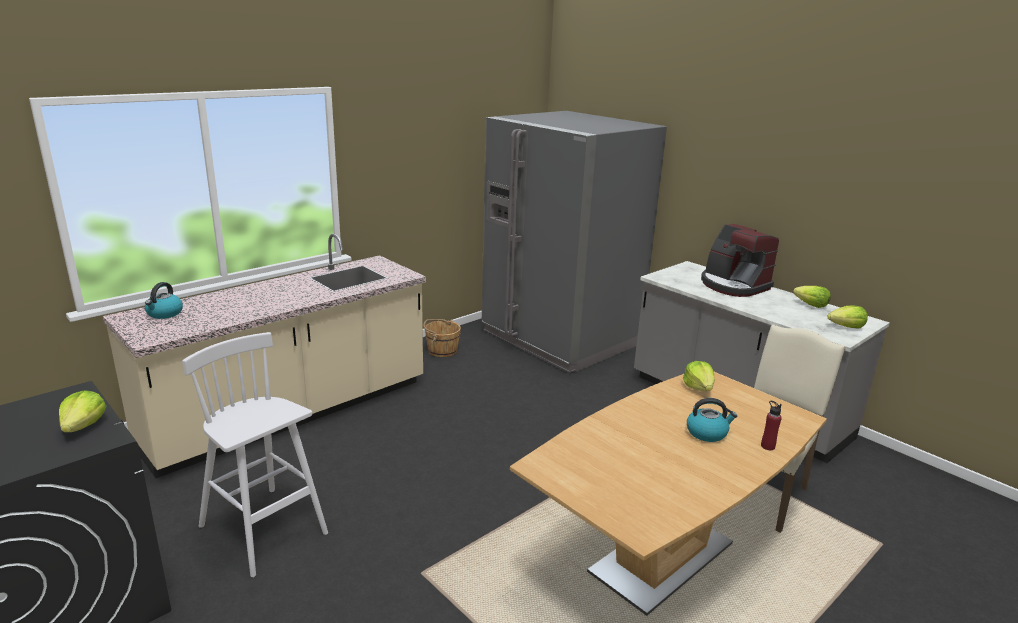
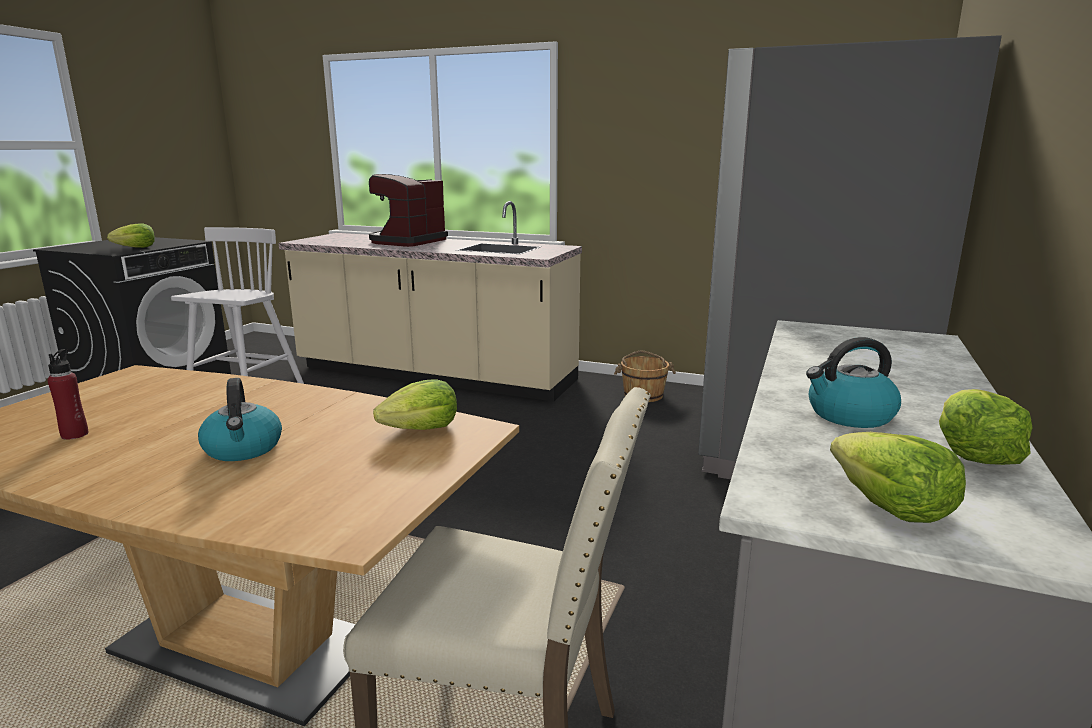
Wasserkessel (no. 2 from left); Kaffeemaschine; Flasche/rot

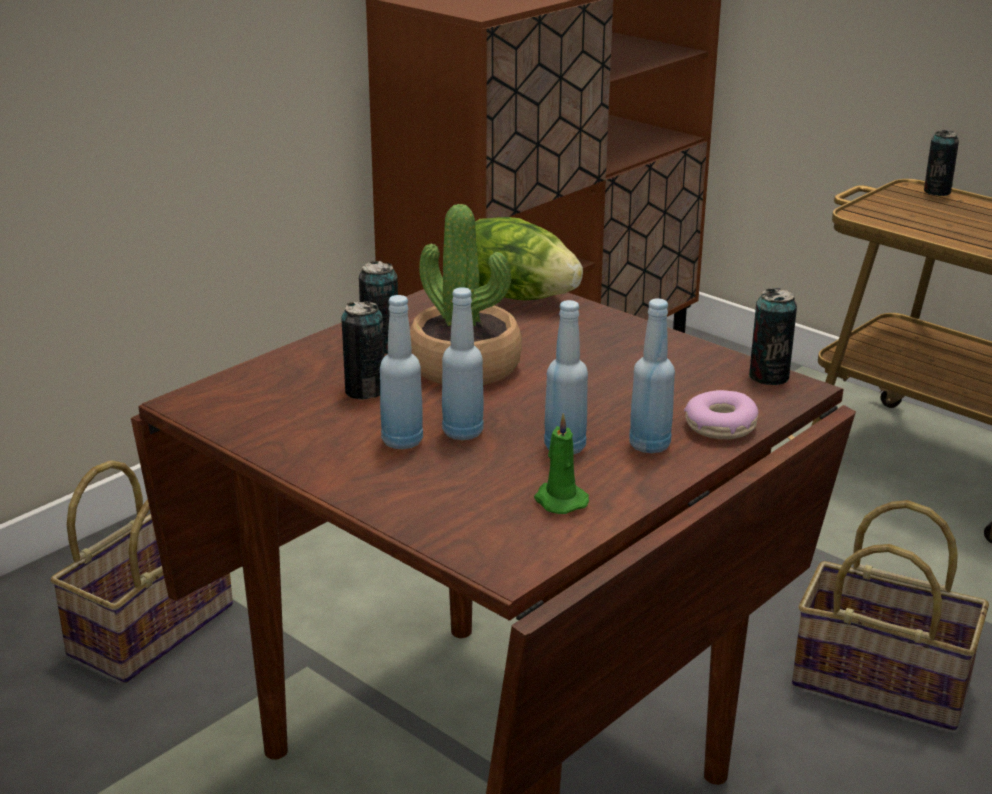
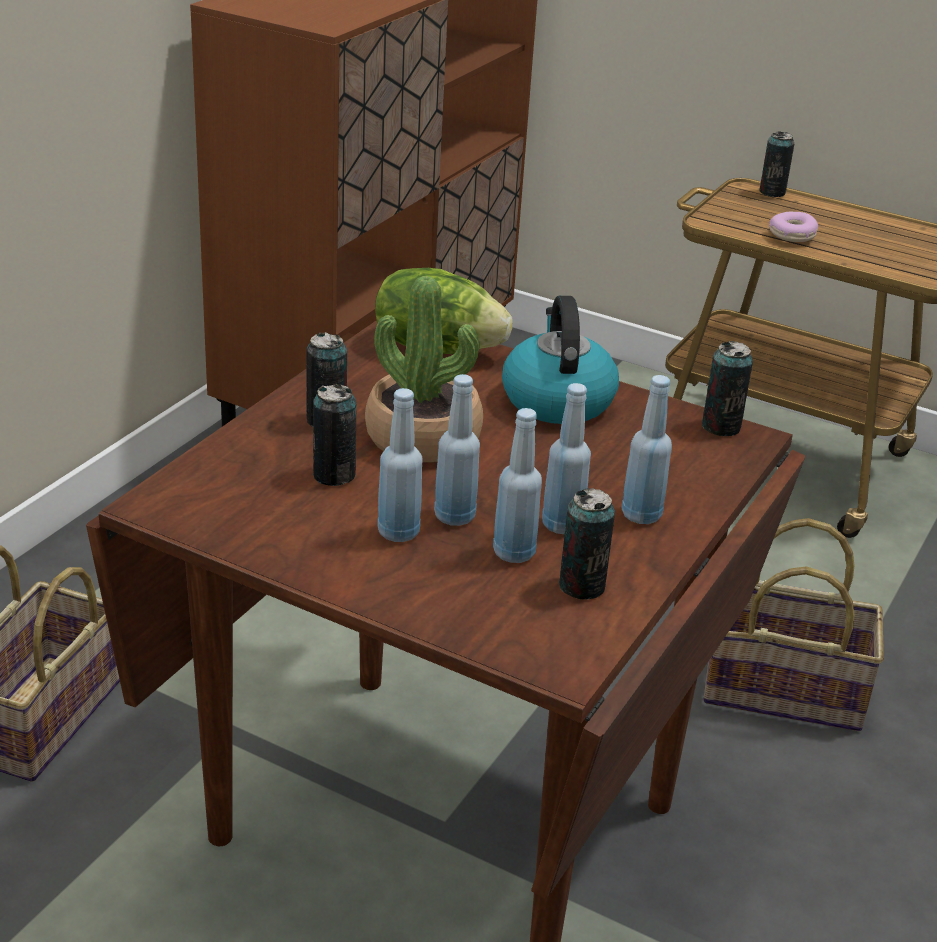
Flasche/blau (no. 3 from left); Wasserkessel; Donut; Dose (no. 3 from left)

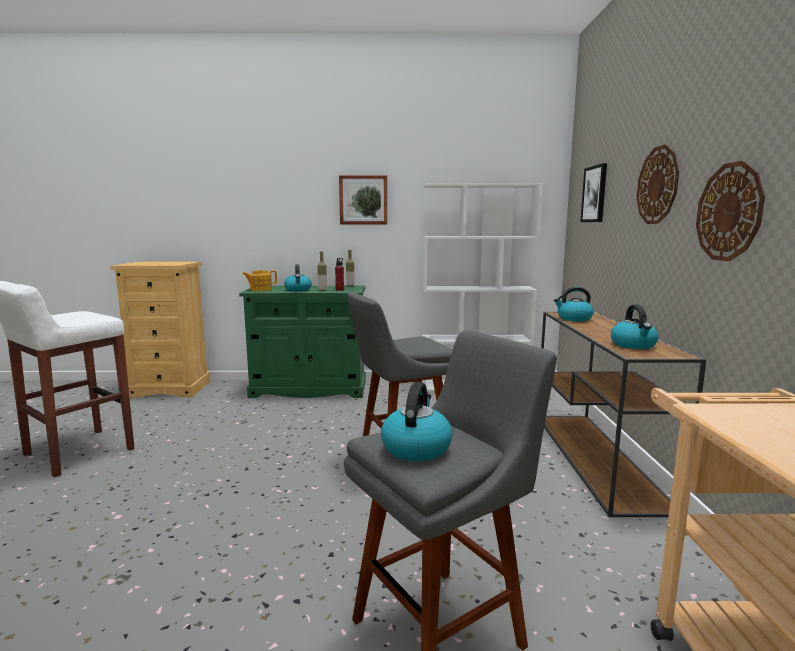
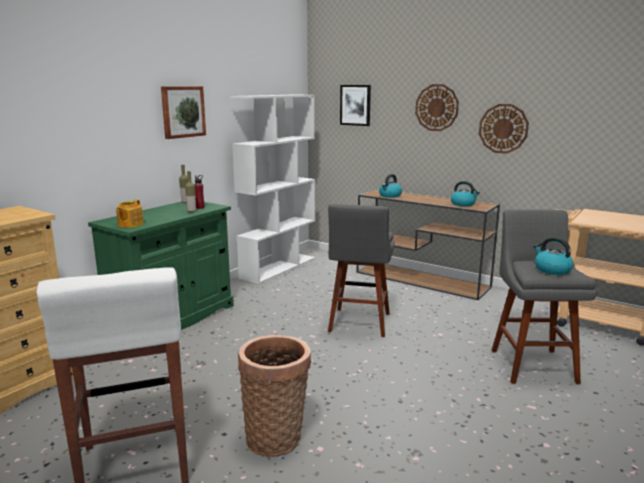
Wasserkessel (no. 1 from left in the first image); Korb

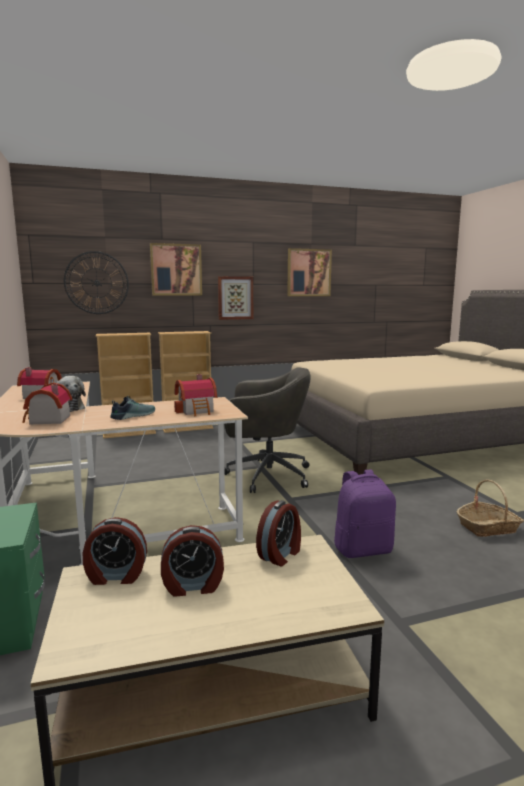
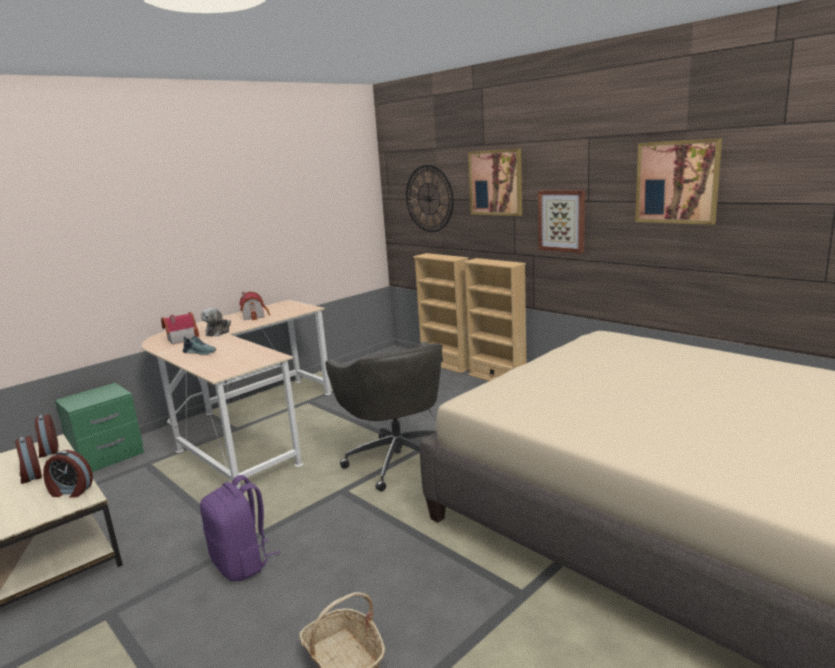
Spielzeughaus (no. 3 from left in the first image)

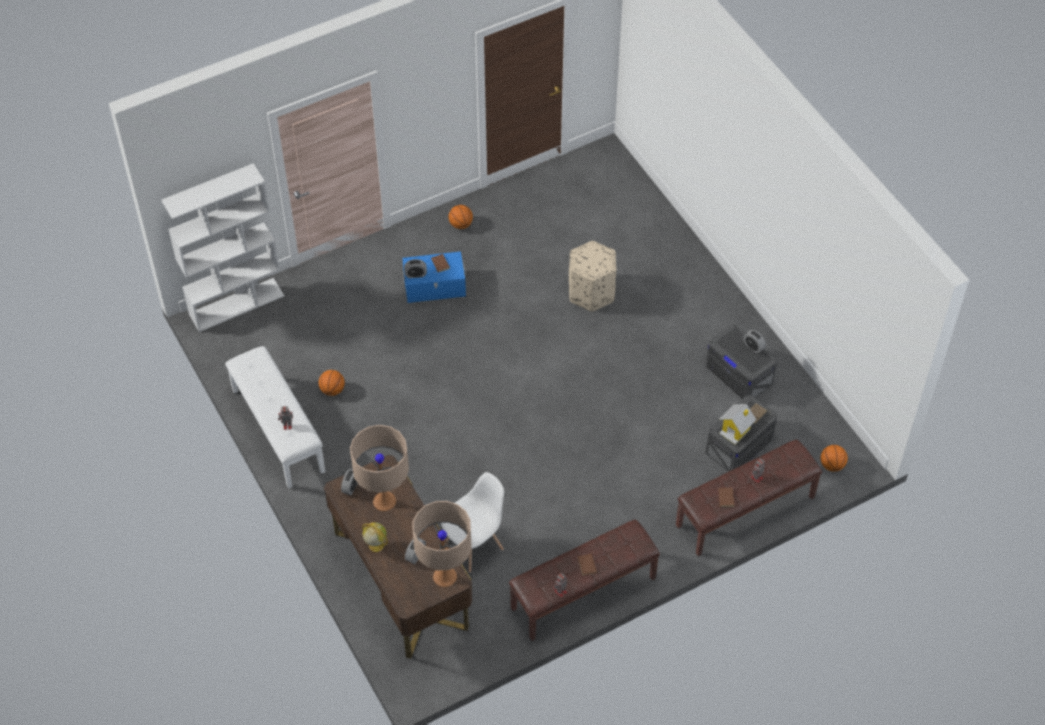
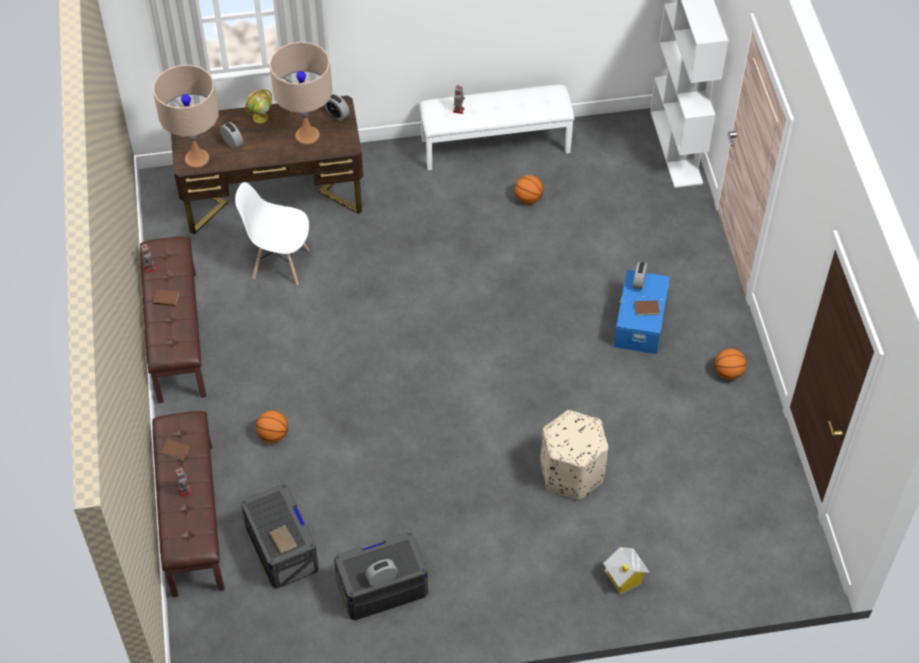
Spielzeughaus; Basketball (no. 1 from left); Stuhl/weiß

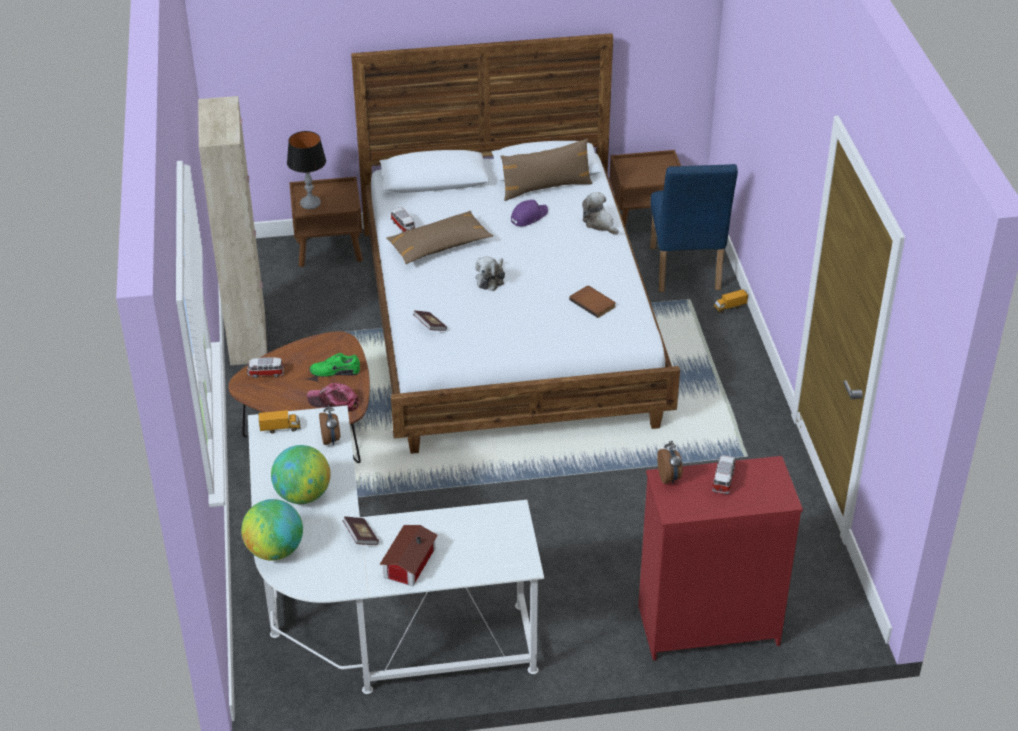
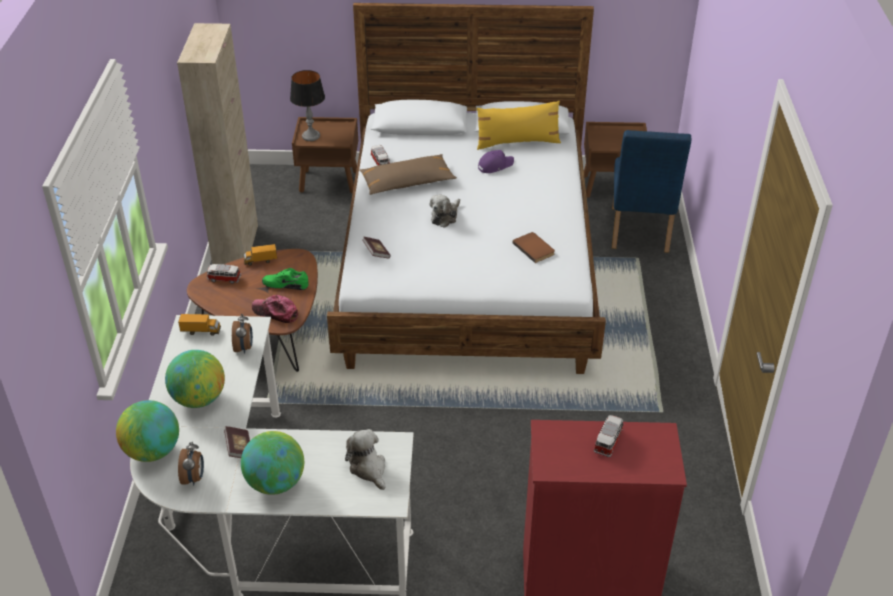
Plüschtier (no. 1 from left); Wecker (no. 1 from left); Spielzeuglaster (no. 2 from left); Globus (no. 3 from left); Kissen/gelb

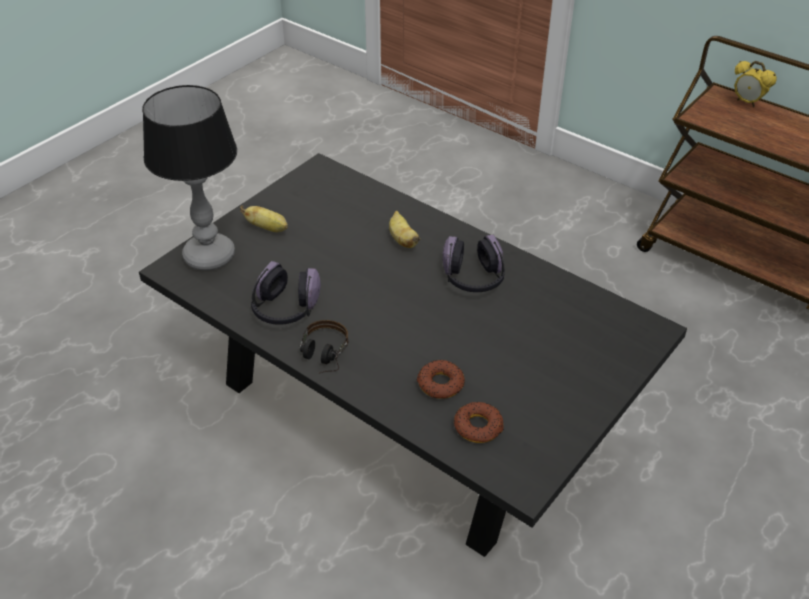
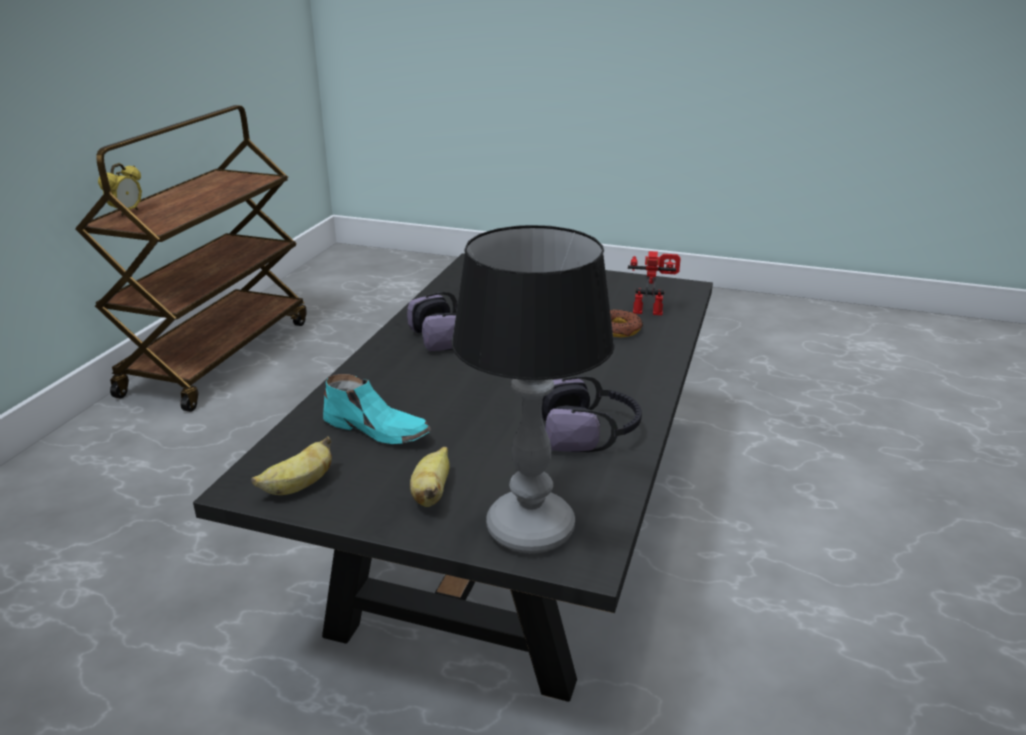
Kopfhörer (no. 2 from left in the first image); Schuh/türkis; Banane (no. 1 from left); Spielzeugroboter

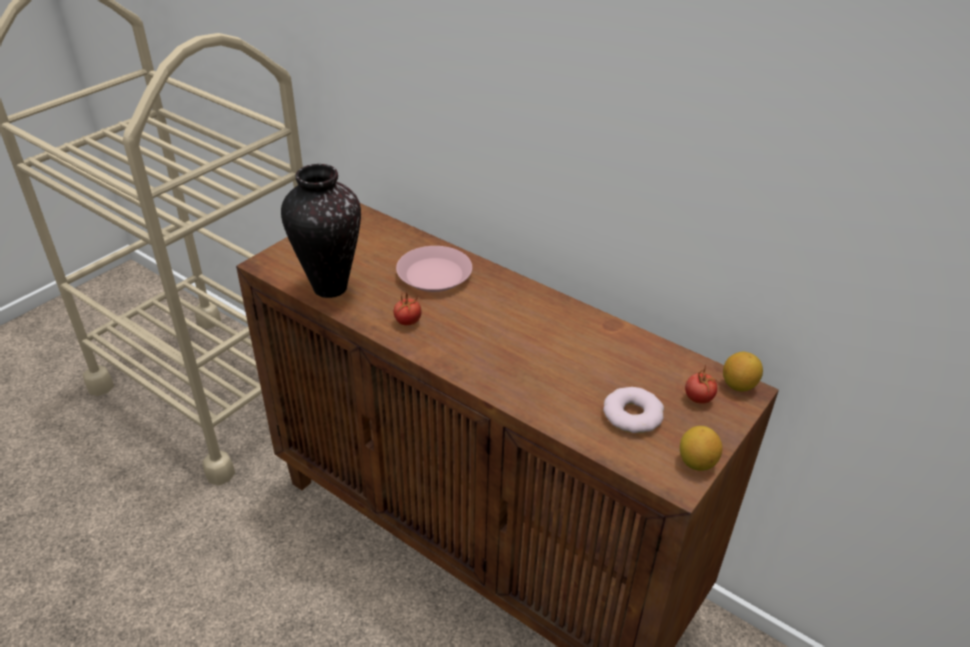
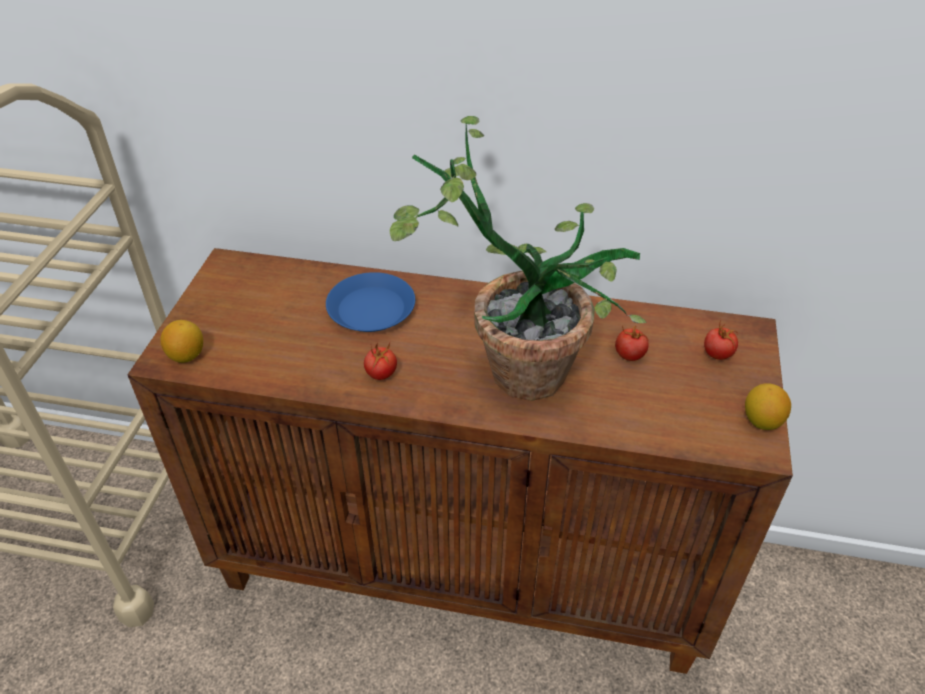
Vase; Donut; Topfpflanze; Tomate (no. 2 from left); Zitrone (no. 1 from left); Teller/blau

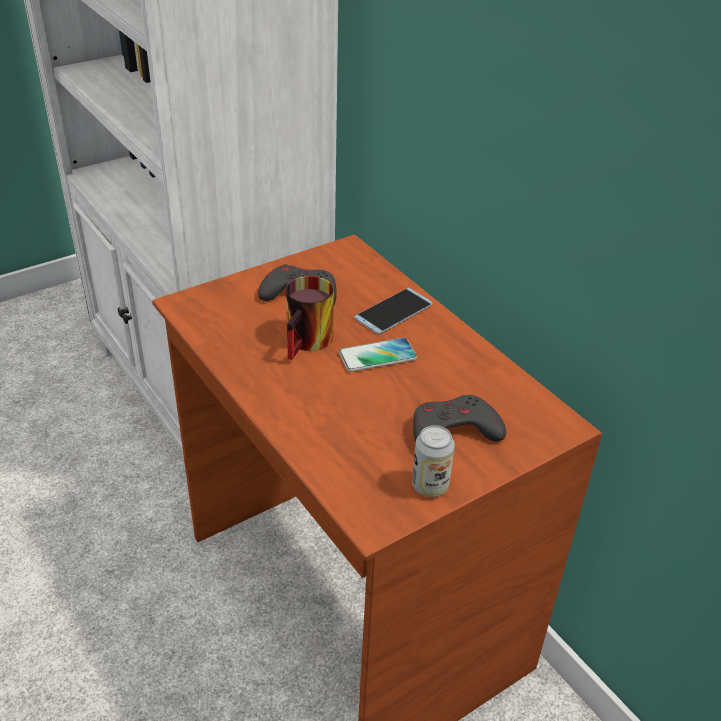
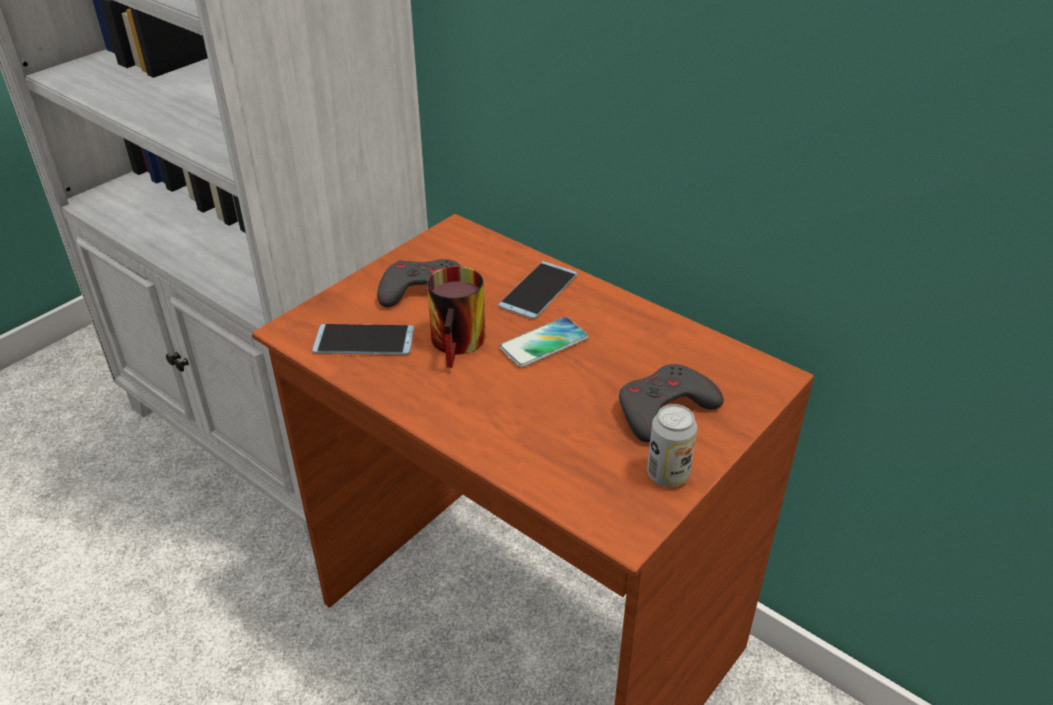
Handy (no. 1 from left)

